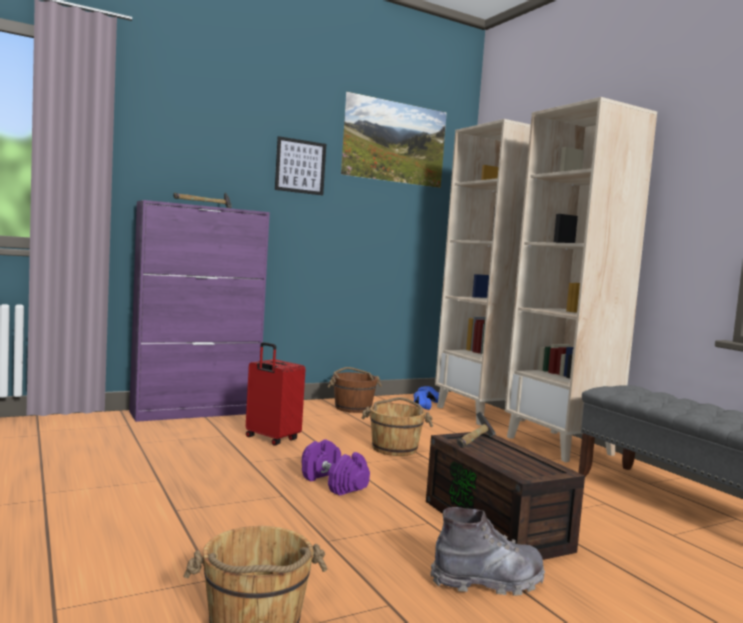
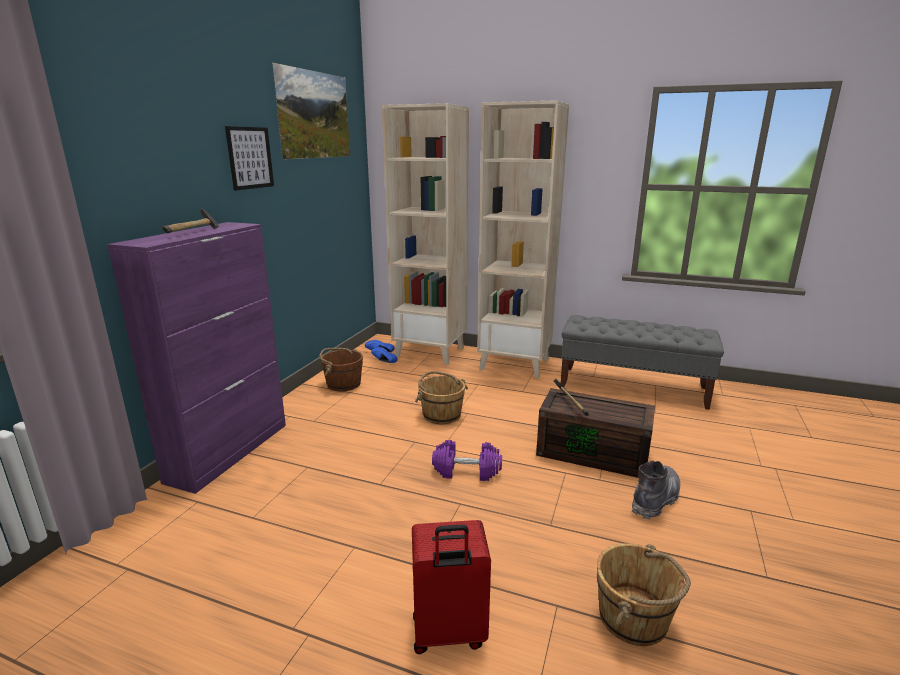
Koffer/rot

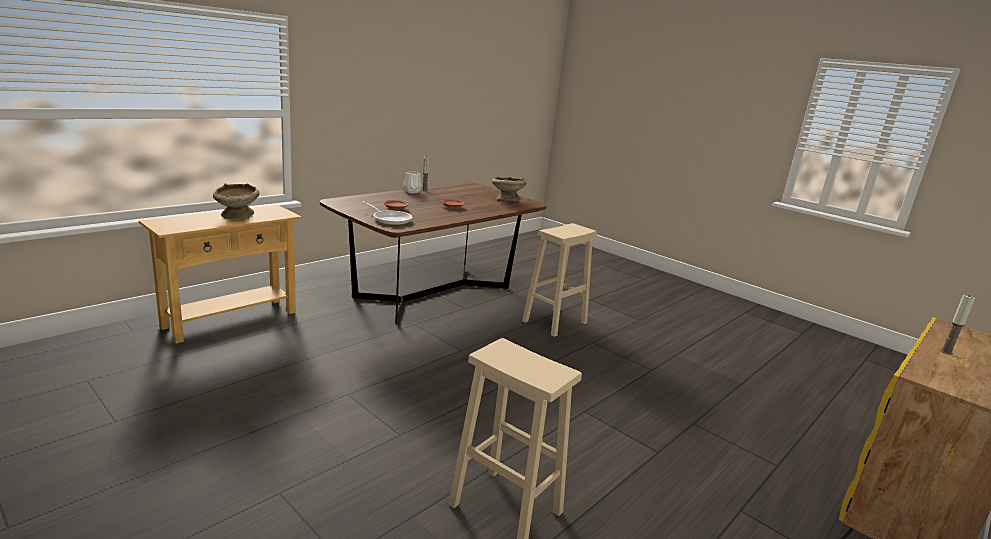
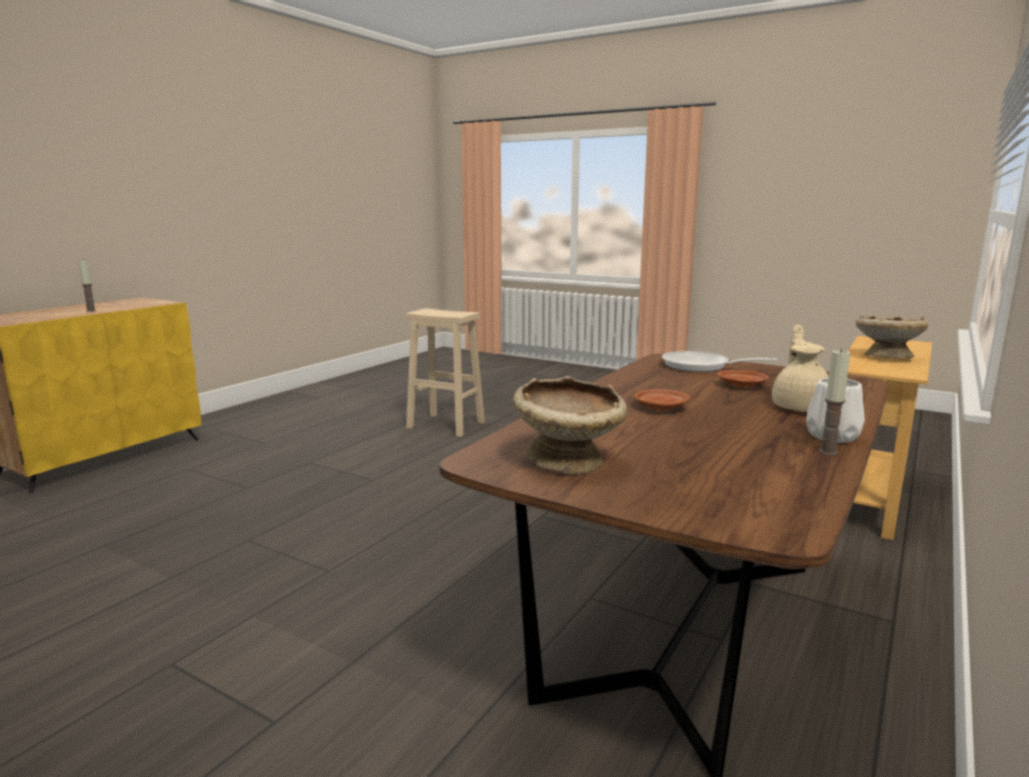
Hocker/beige (no. 2 from left in the first image); Teekanne/beige

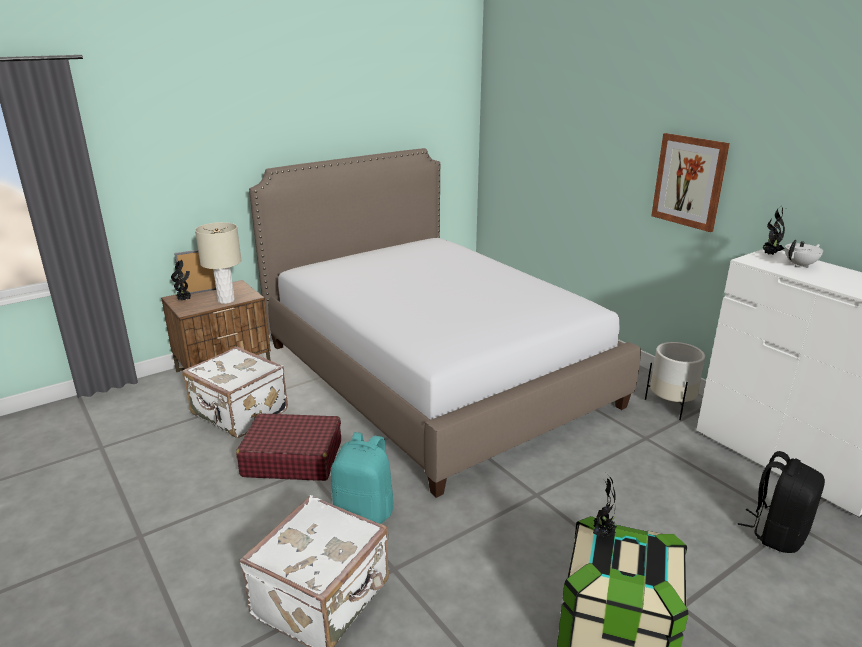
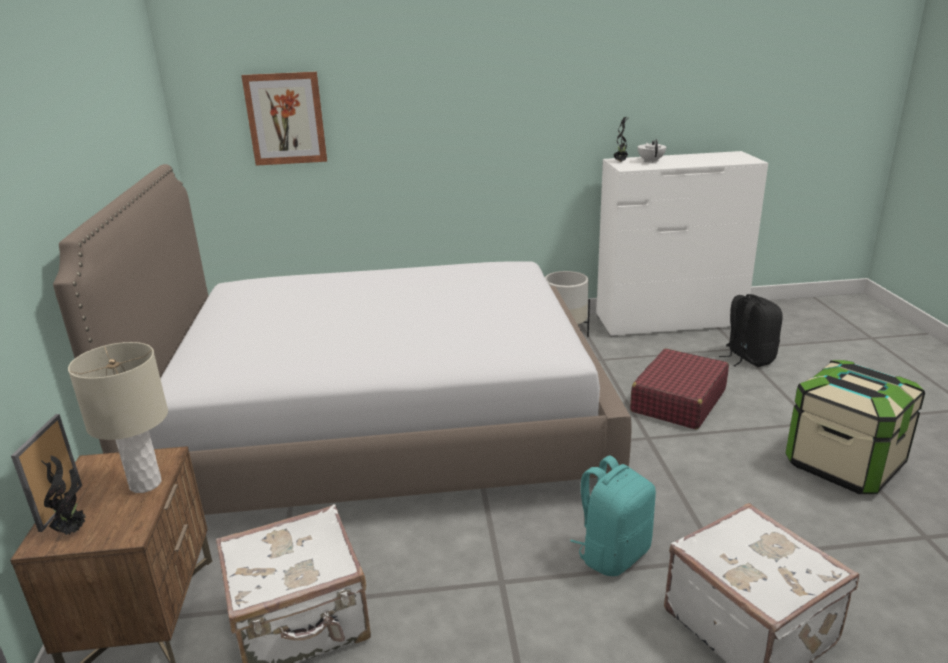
Topfpflanze (no. 2 from left in the first image); Koffer/rot; Bild

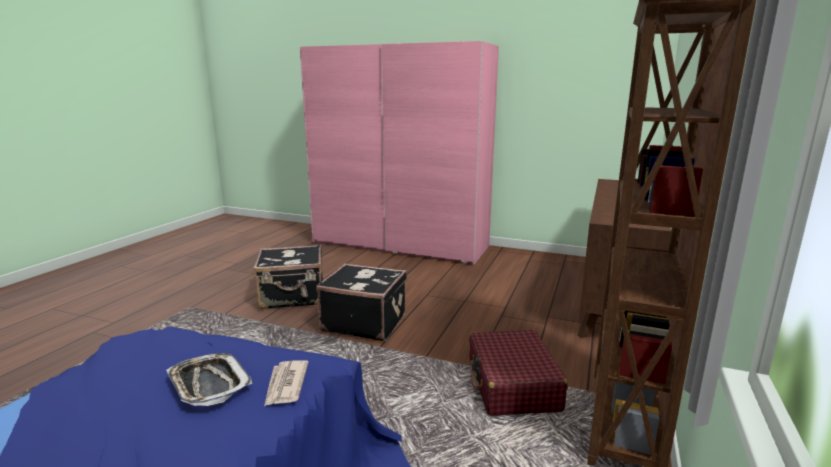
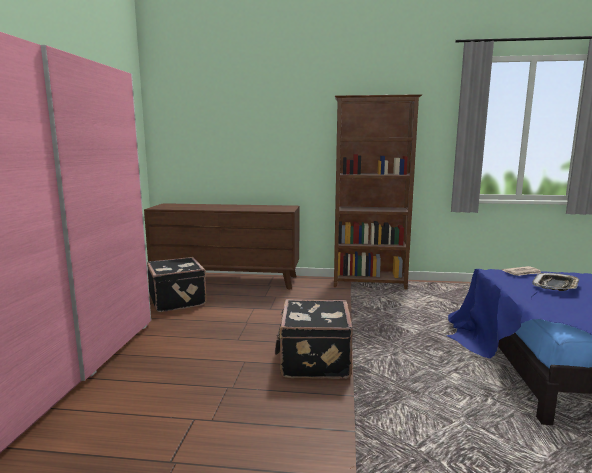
Koffer/rot; Koffer/schwarz (no. 1 from left)

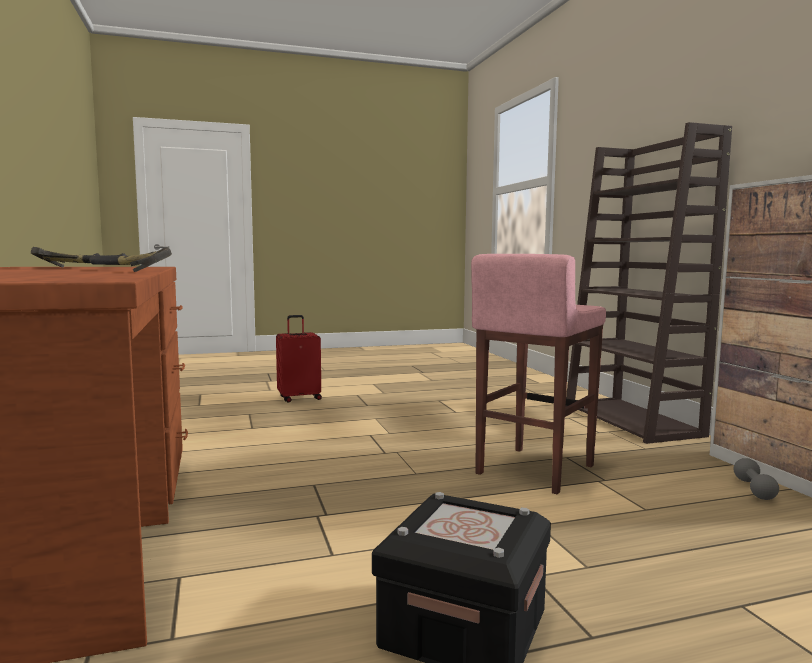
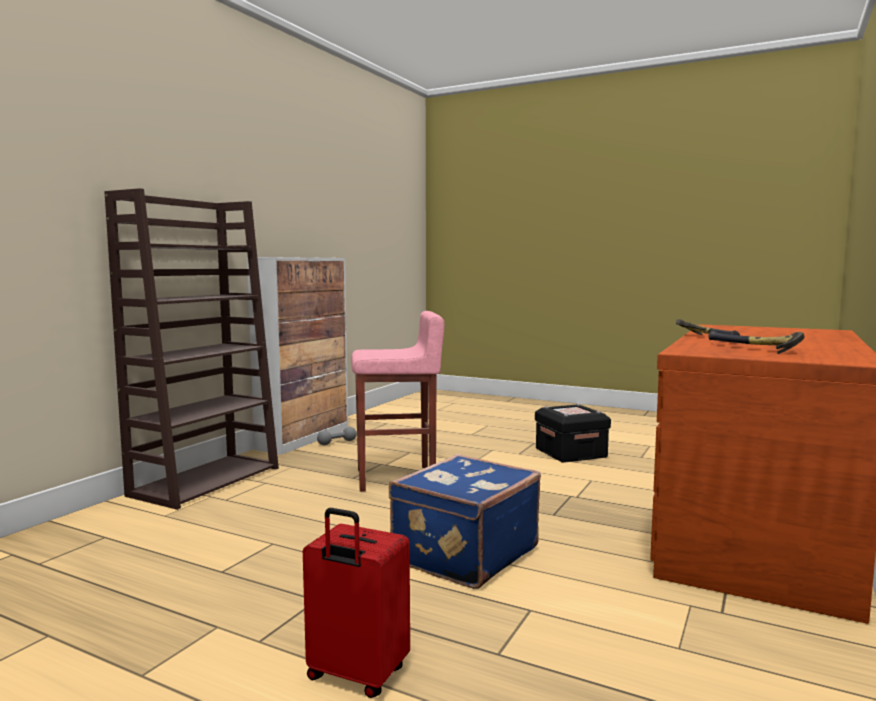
Koffer/blau

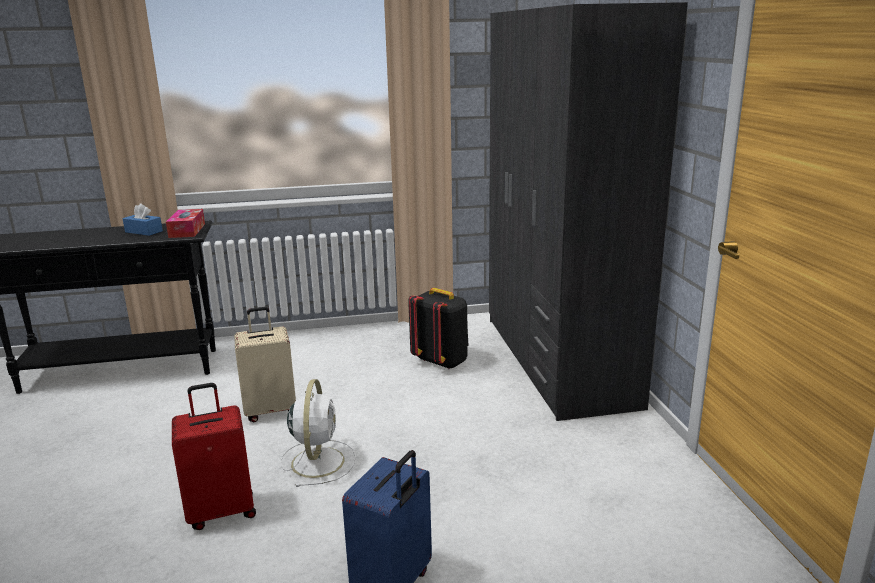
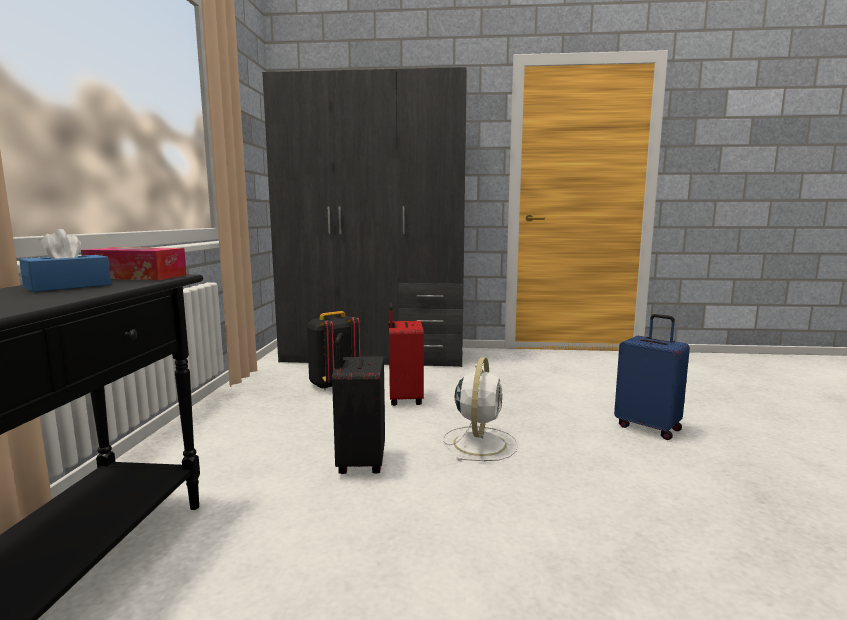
Koffer/rot; Koffer/schwarz; Ventilator/weiß

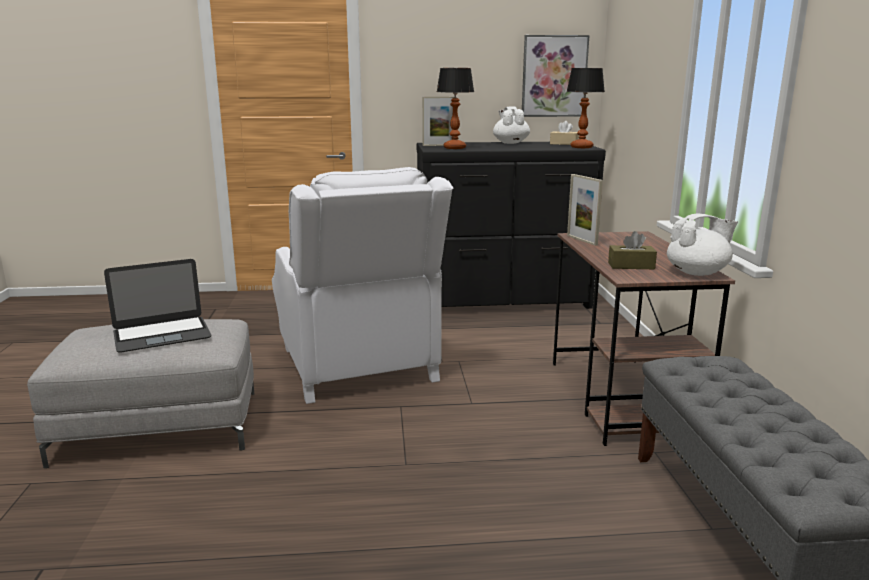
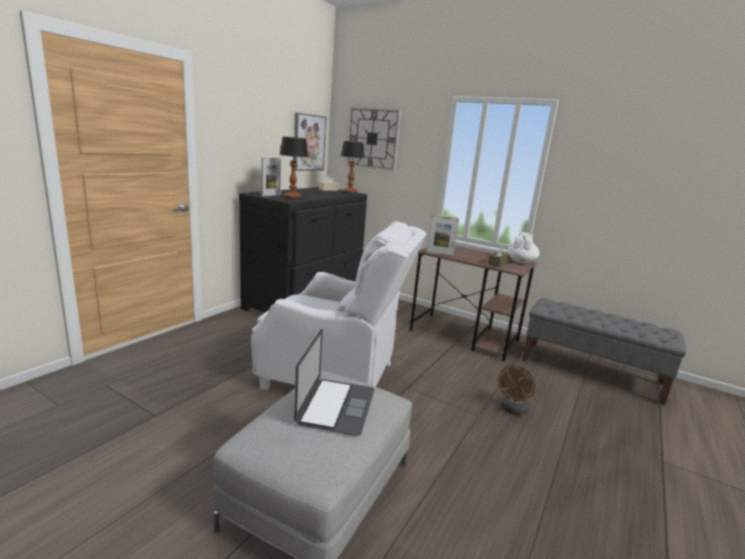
Teekanne/weiß (no. 1 from left in the first image); Wanduhr; Ventilator/braun

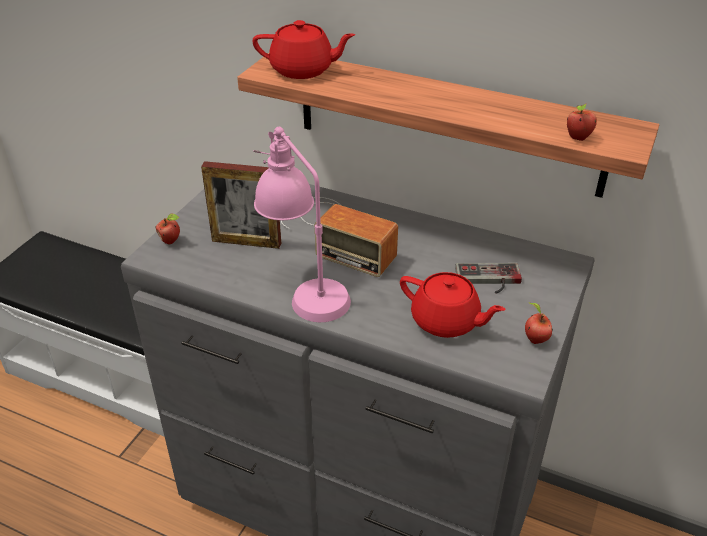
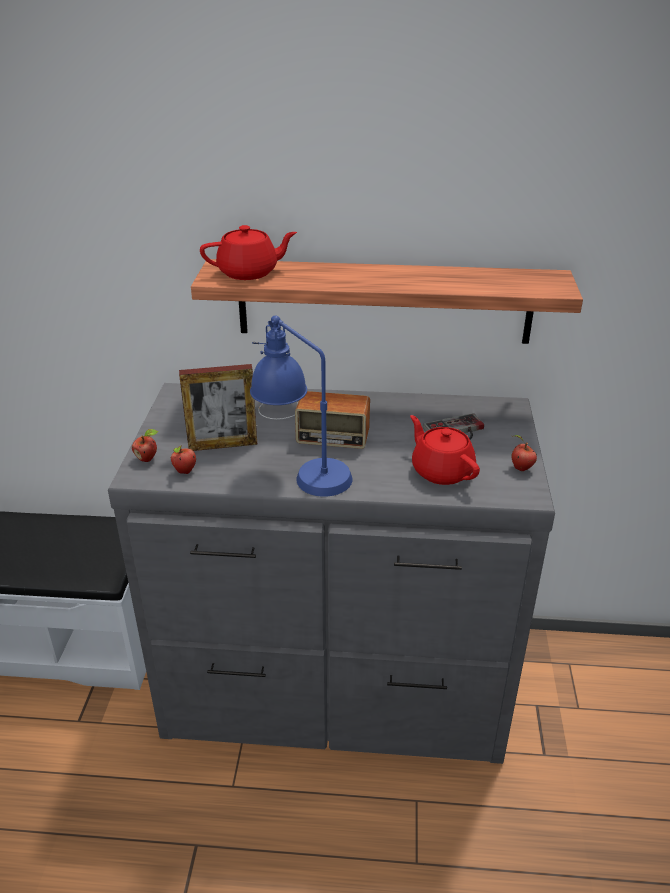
Apfel (no. 2 from left); Tischlampe/blau; Teekanne/rot (no. 2 from left)

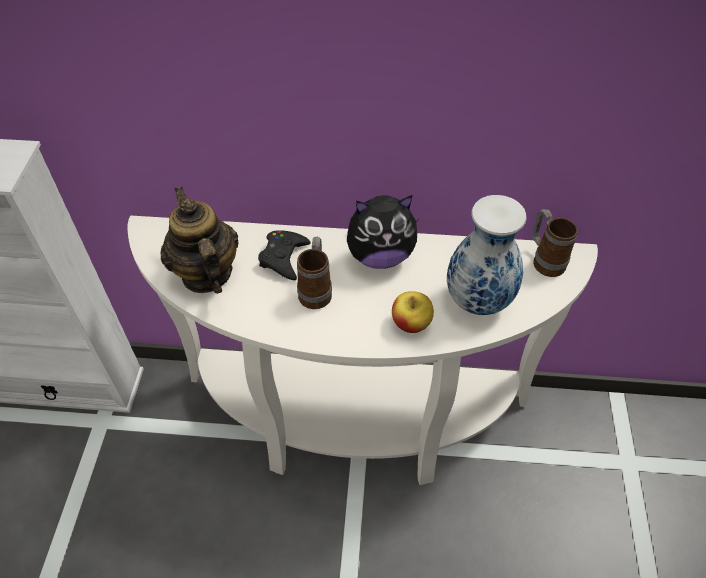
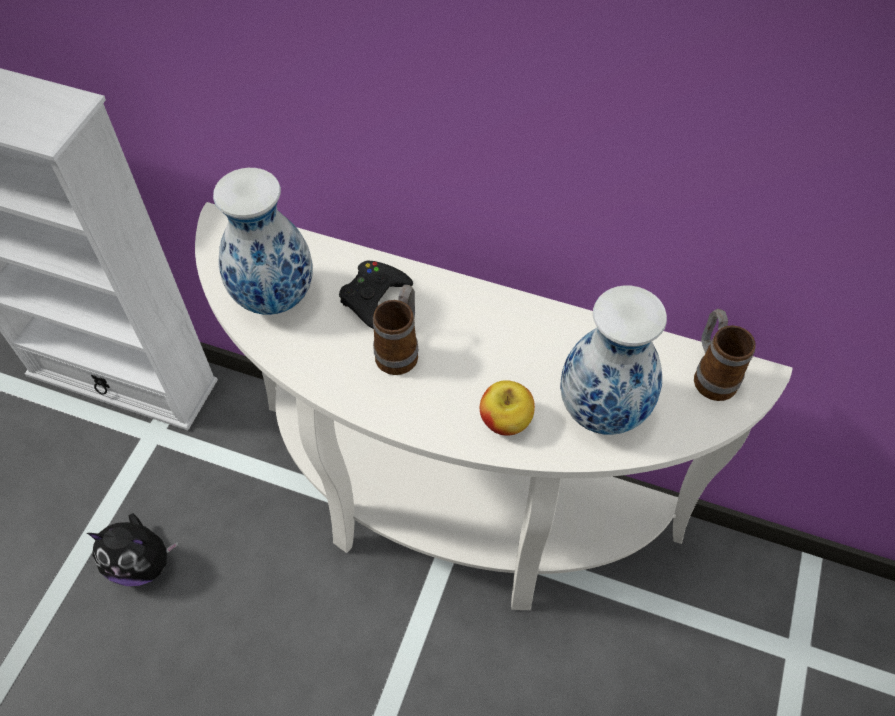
Plüschtier; Vase (no. 1 from left)

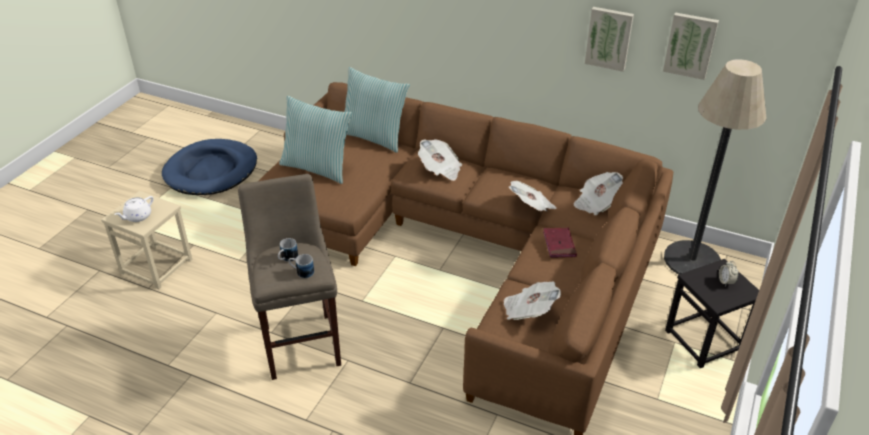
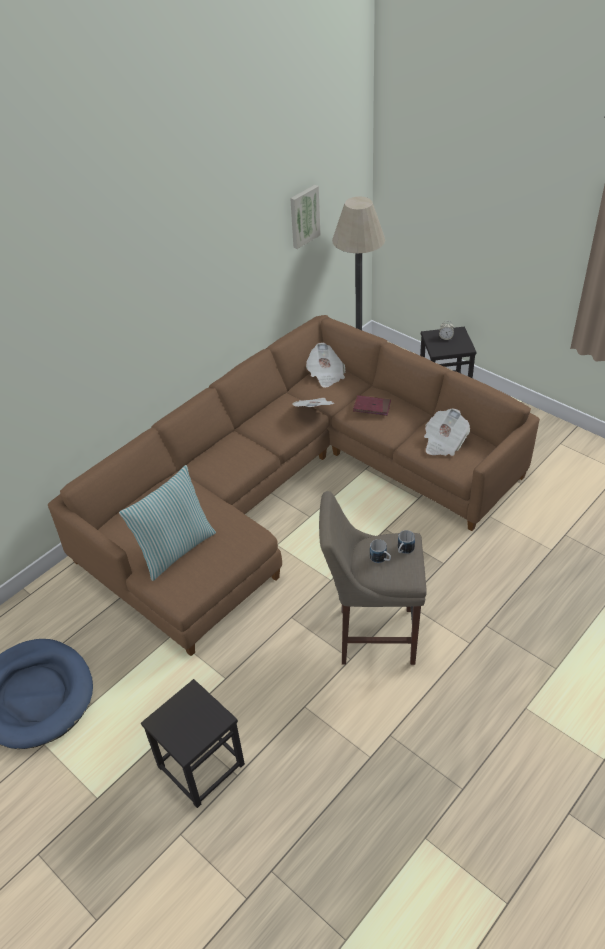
Teekanne/weiß; Kissen (no. 2 from left in the first image); Zeitung (no. 1 from left in the first image); Bild (no. 1 from left in the first image); Hocker/schwarz (no. 1 from left)

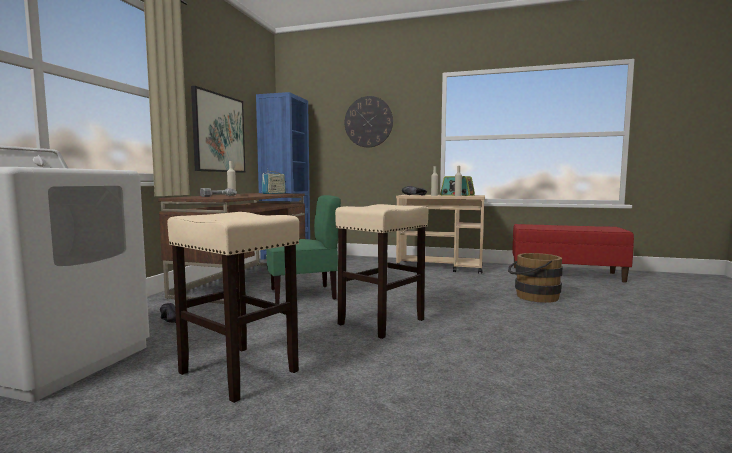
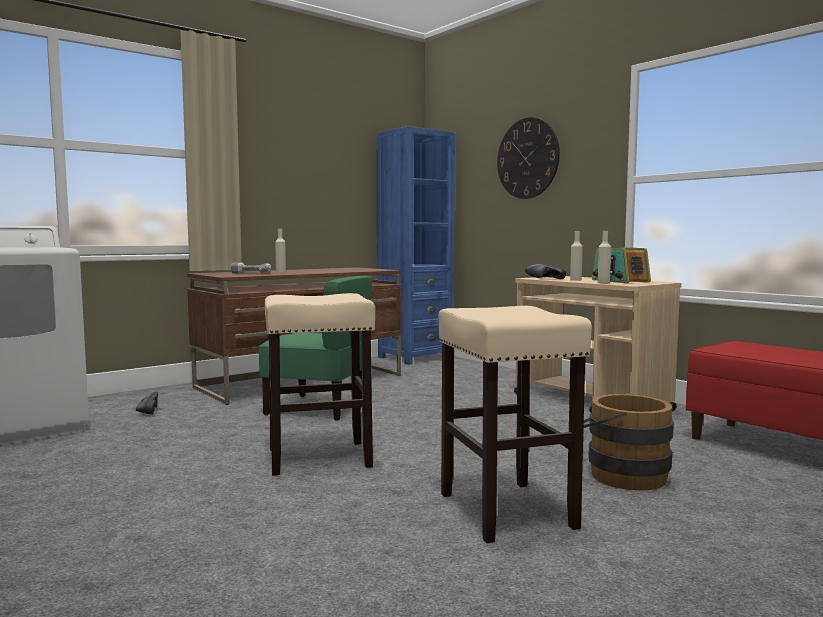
Bild; Radio (no. 1 from left in the first image); Hocker/beige (no. 2 from left)

